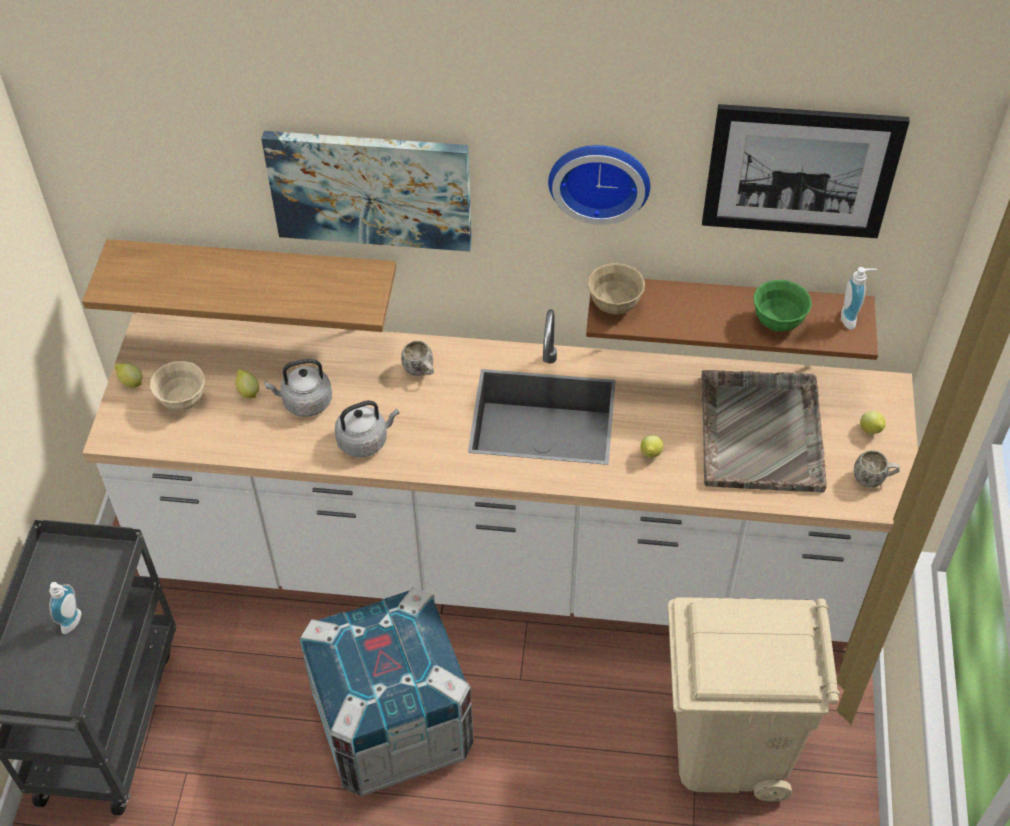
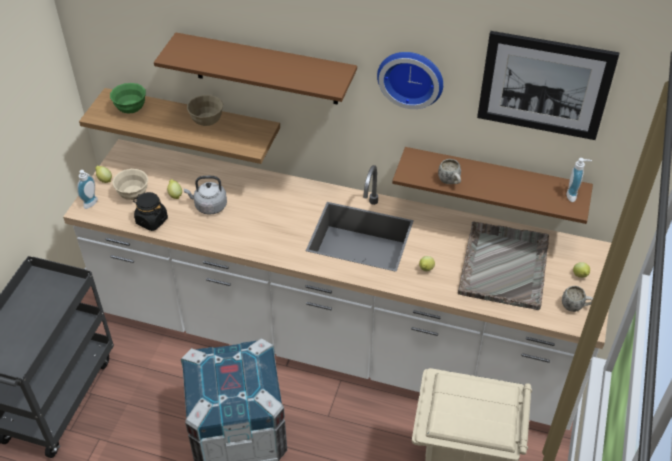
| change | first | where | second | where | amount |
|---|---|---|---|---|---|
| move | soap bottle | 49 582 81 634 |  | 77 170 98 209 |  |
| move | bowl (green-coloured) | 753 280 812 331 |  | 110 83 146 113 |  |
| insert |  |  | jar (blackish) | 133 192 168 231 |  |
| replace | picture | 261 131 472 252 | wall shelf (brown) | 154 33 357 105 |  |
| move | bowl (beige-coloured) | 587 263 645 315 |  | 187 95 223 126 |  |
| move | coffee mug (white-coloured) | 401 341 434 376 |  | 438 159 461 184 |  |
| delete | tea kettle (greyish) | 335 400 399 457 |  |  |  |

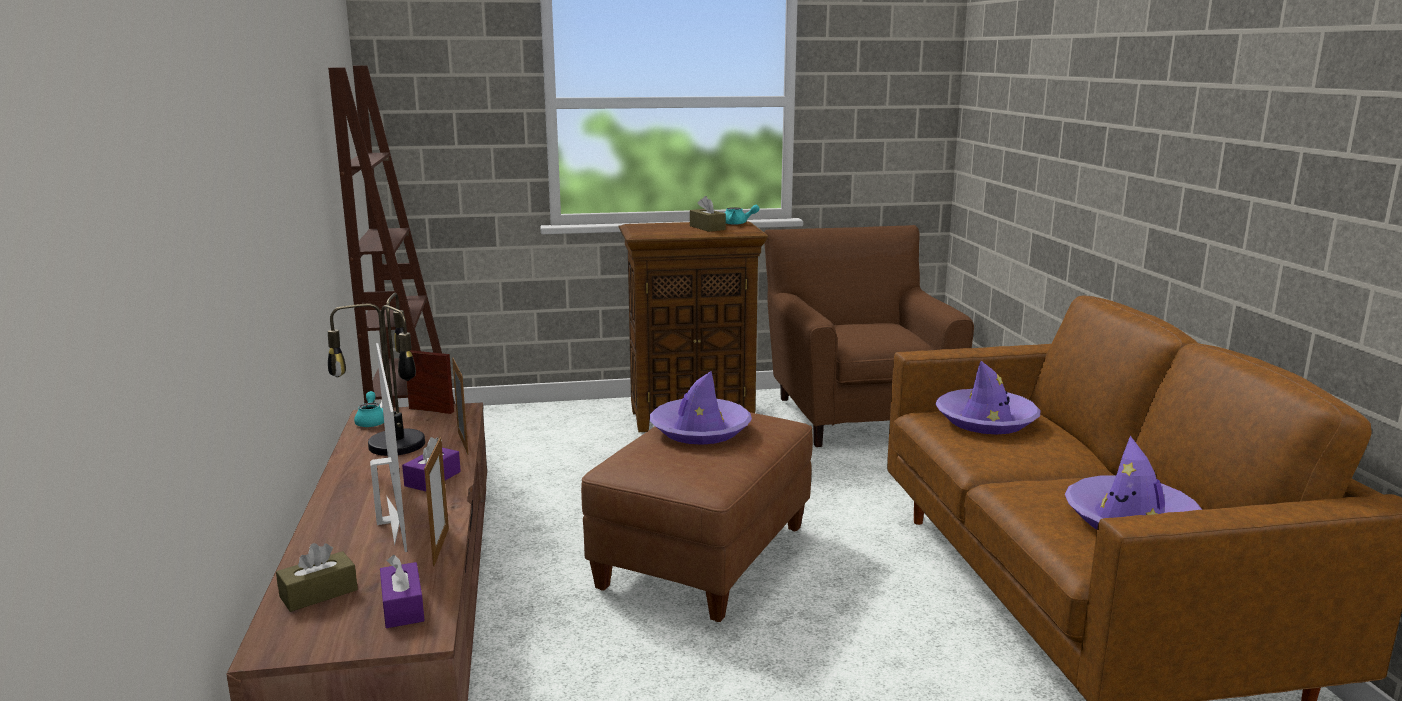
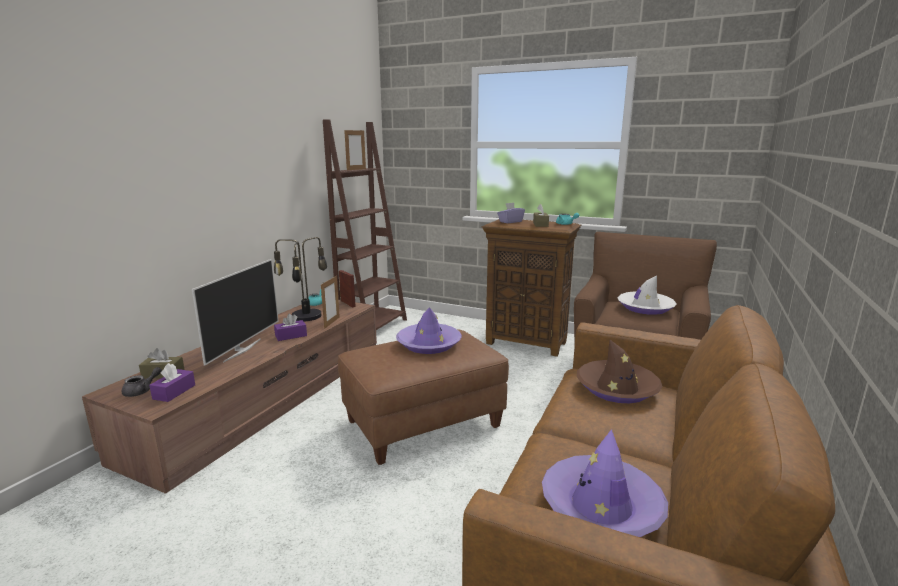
| change | first | where | second | where | amount |
|---|---|---|---|---|---|
| insert |  |  | pot for tea (greyish) | 122 367 162 397 |  |
| move | standing frame | 424 437 449 566 |  | 344 129 366 170 |  |
| insert |  |  | tissue box (purple-coloured) | 497 202 525 223 |  |
| recolor | clothing hat (purple-coloured) | 935 361 1041 434 | clothing hat (brown) | 577 340 663 403 |  |
| insert |  |  | clothing hat (white-coloured) | 617 275 677 315 |  |

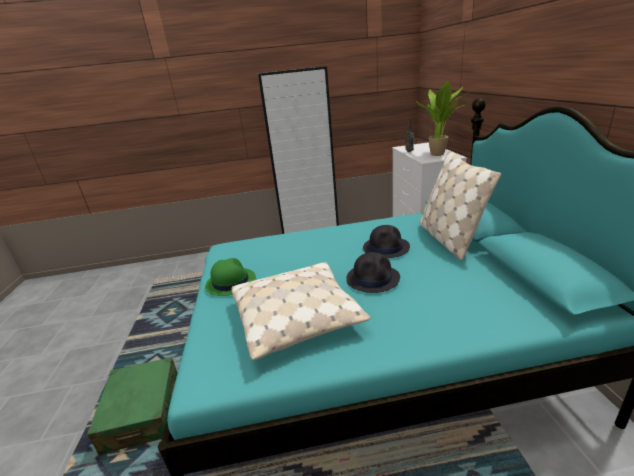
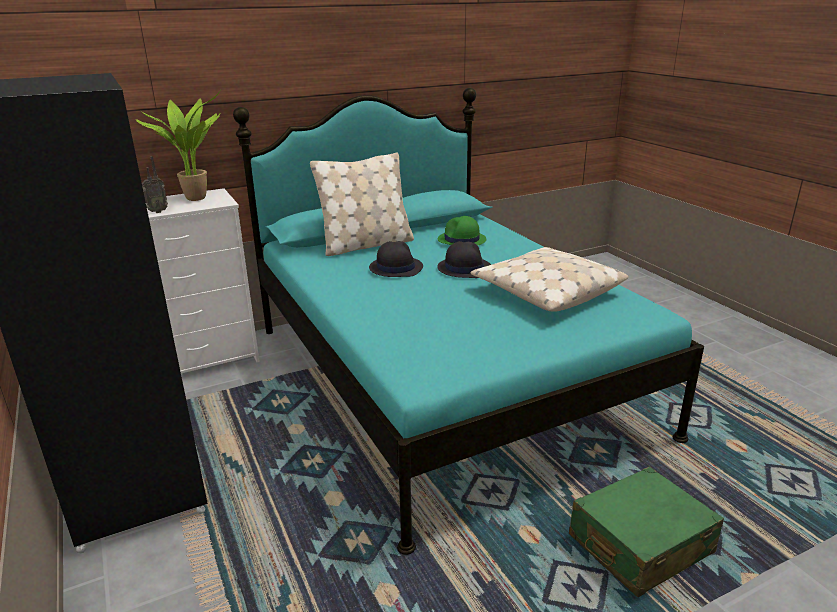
| change | first | where | second | where | amount |
|---|---|---|---|---|---|
| move | clothing hat (green-coloured) | 205 258 256 296 |  | 438 216 486 246 |  |

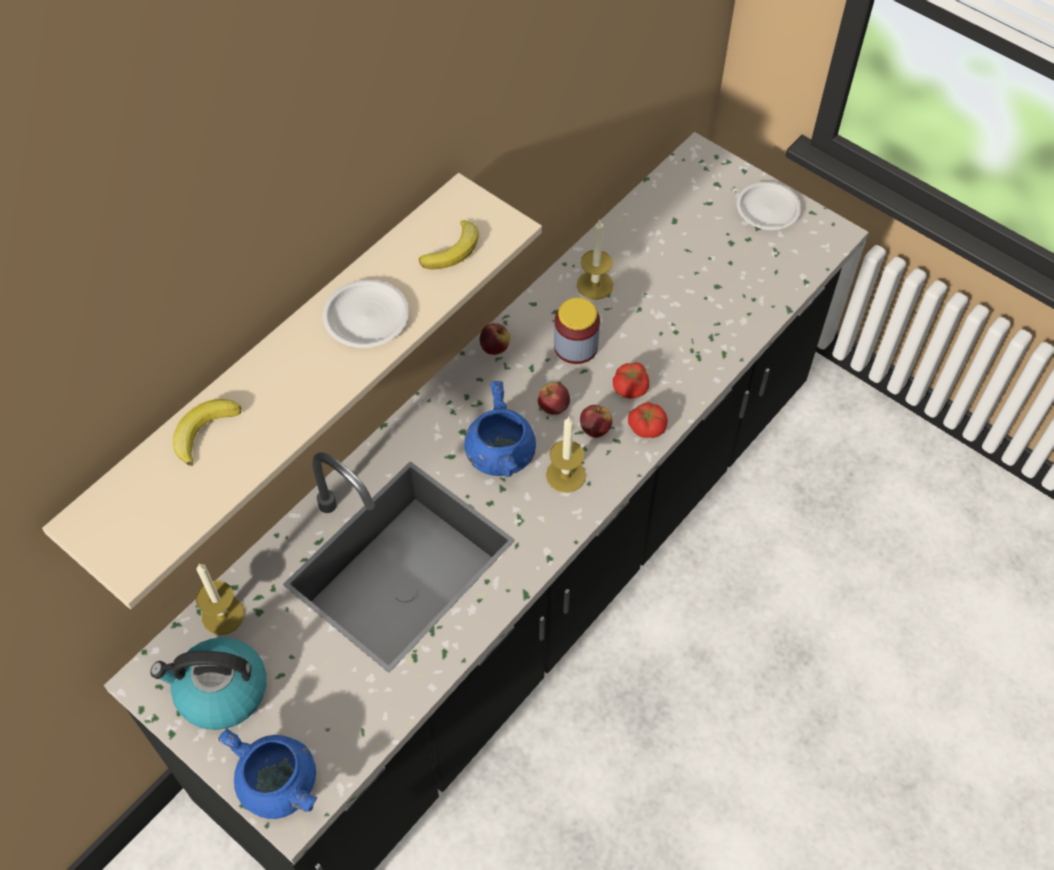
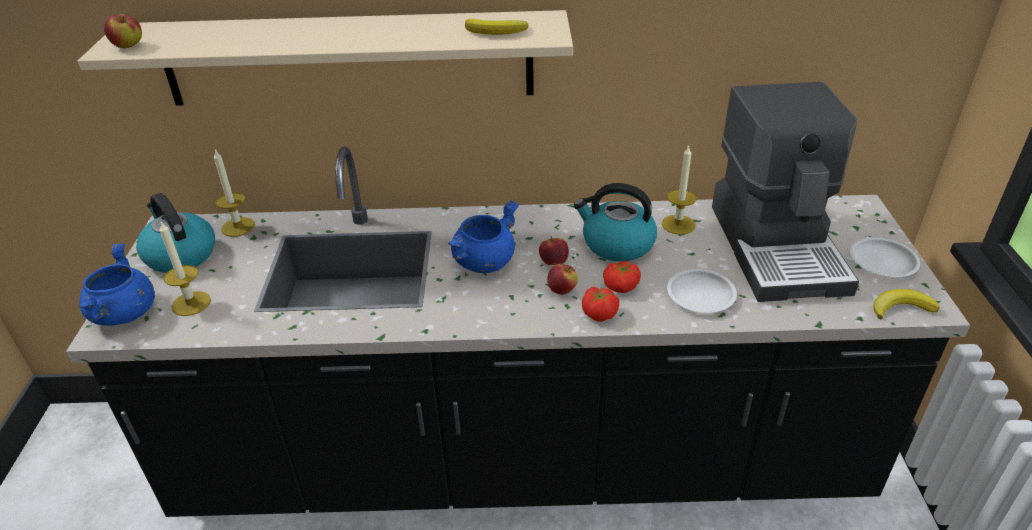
| change | first | where | second | where | amount |
|---|---|---|---|---|---|
| move | apple fruit | 480 323 511 355 |  | 104 14 142 48 |  |
| move | candle | 546 417 586 493 |  | 159 222 211 316 |  |
| replace | jar | 554 298 600 364 | tea kettle | 574 183 657 262 |  |
| move | plate (white-coloured) | 323 279 409 348 |  | 667 269 737 313 |  |
| insert |  |  | coffee maker | 712 82 859 302 |  |
| move | whole banana | 173 399 241 466 |  | 873 289 940 320 |  |

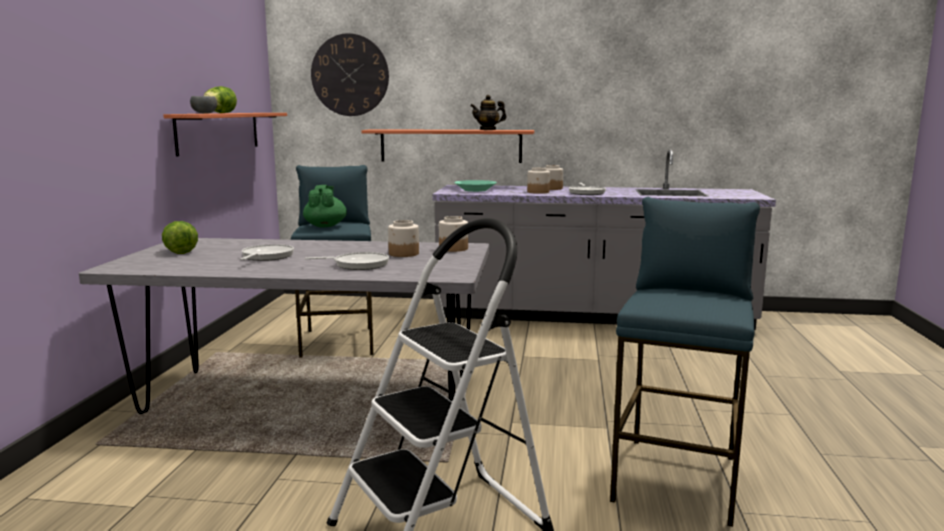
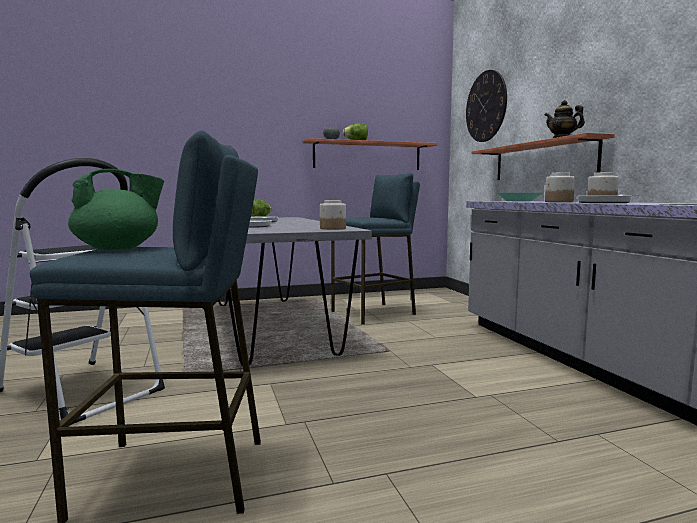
| change | first | where | second | where | amount |
|---|---|---|---|---|---|
| move | pot for tea (green-coloured) | 303 185 347 228 |  | 68 169 164 250 |  |
| delete | jar | 388 220 419 257 |  |  |  |

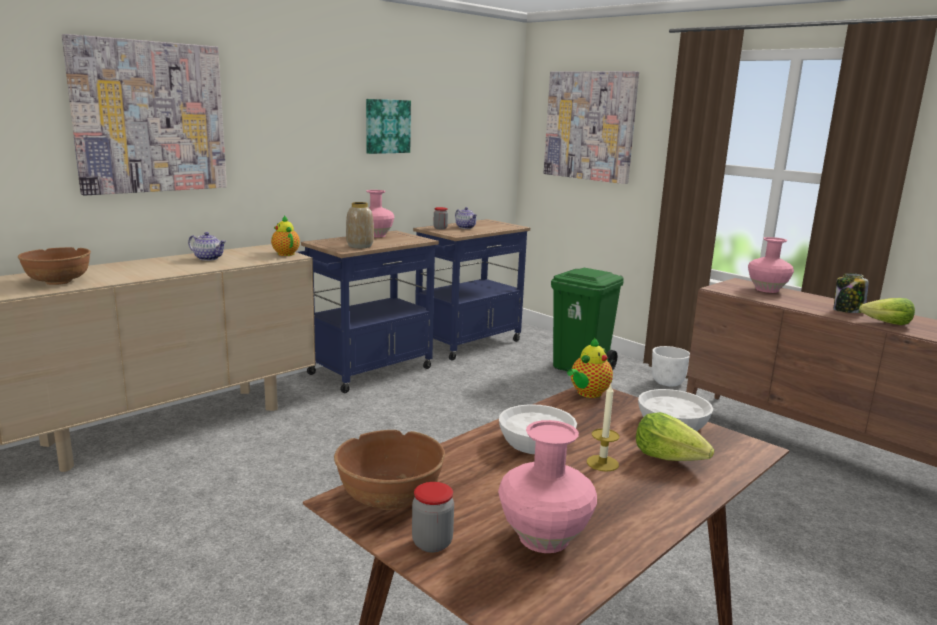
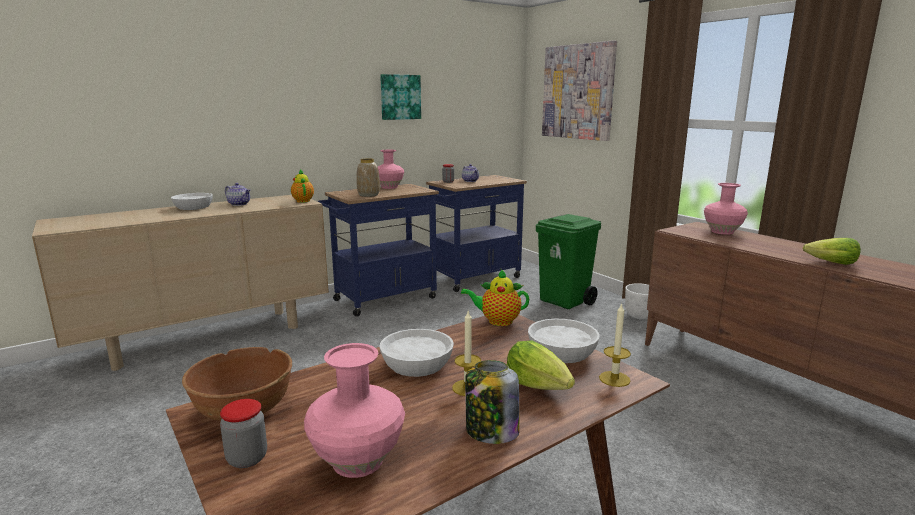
| change | first | where | second | where | amount |
|---|---|---|---|---|---|
| insert |  |  | bowl (white-coloured) | 171 193 213 210 |  |
| rotate | pot for tea | 567 338 613 398 |  | 461 269 529 326 | 45 degrees clockwise |
| move | jar | 834 273 868 313 |  | 465 360 519 444 |  |
| insert |  |  | candle | 599 303 631 387 |  |
| delete | bowl (brown) | 18 247 91 285 |  |  |  |
| delete | picture | 62 34 227 196 |  |  |  |

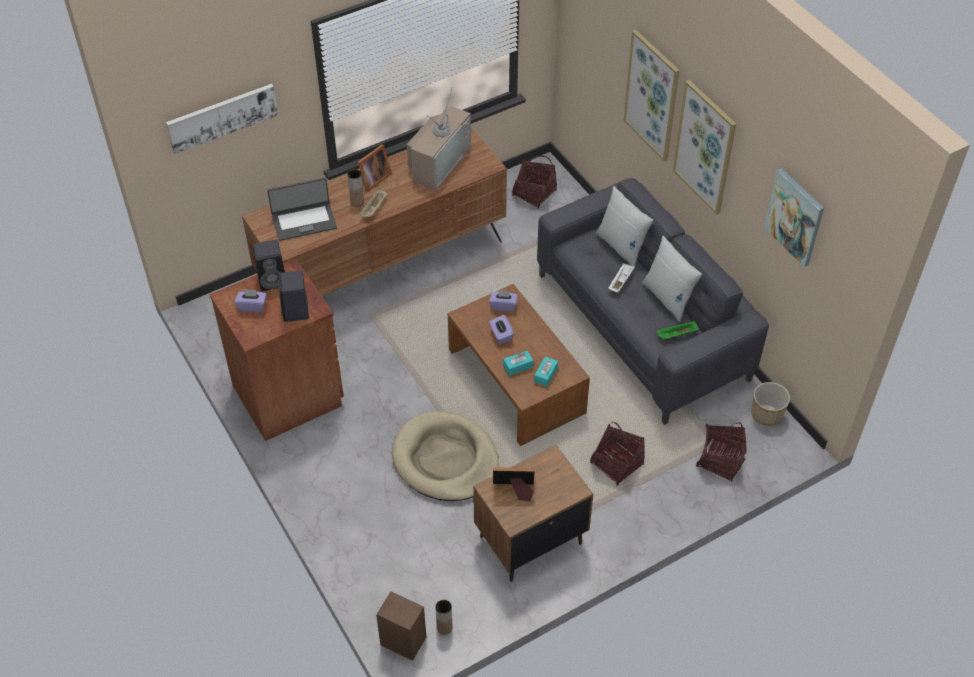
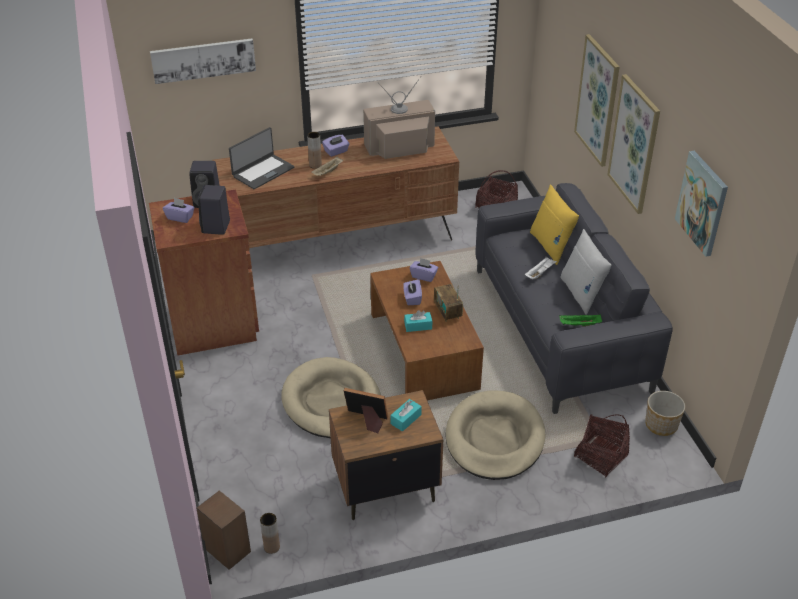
| change | first | where | second | where | amount |
|---|---|---|---|---|---|
| rotate | notebook computer | 267 178 337 241 |  | 229 127 294 189 | 45 degrees counterclockwise |
| replace | standing frame | 357 144 392 192 | tissue box (purple-coloured) | 322 135 349 157 |  |
| rotate | TV set | 407 88 471 190 |  | 363 77 435 159 | 150 degrees counterclockwise |
| move | tissue box (blue-green) | 534 356 558 387 |  | 390 399 422 432 |  |
| insert |  |  | radio | 434 284 463 322 |  |
| replace | household basket | 590 421 645 486 | pet bed (beige-coloured) | 446 390 545 480 |  |
| recolor | pillow (greyish) | 596 186 653 266 | pillow (yellow-coloured) | 530 184 579 265 |  |

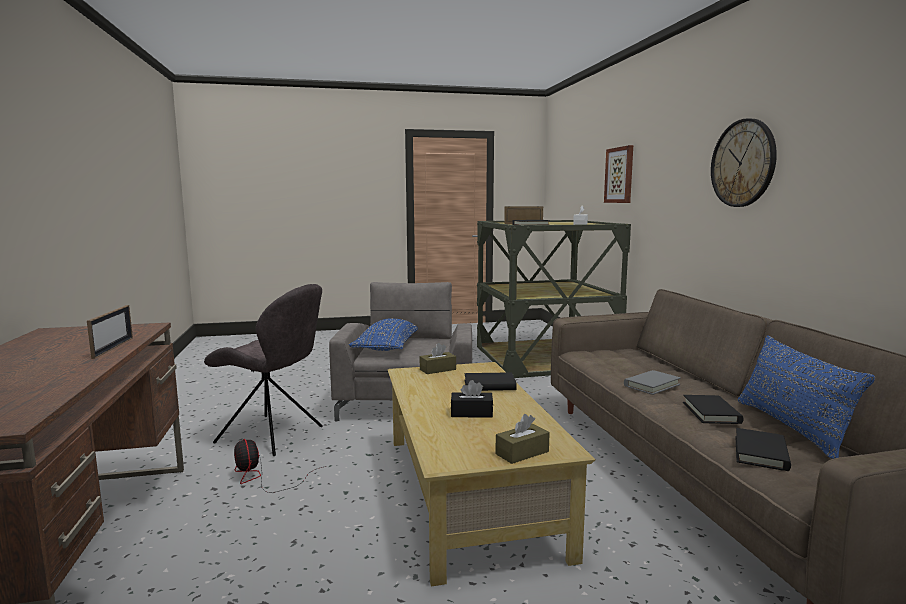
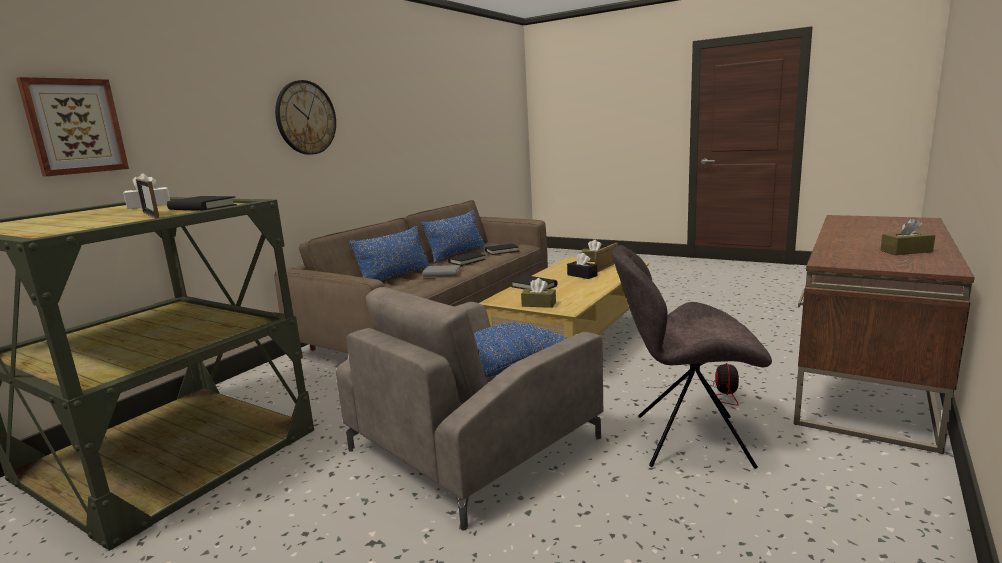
| change | first | where | second | where | amount |
|---|---|---|---|---|---|
| insert |  |  | pillow (bluish) | 349 226 430 281 |  |
| move | standing frame | 87 305 133 359 |  | 594 243 618 272 |  |
| rotate | chair (greyish) | 204 284 323 456 |  | 612 245 772 469 | 60 degrees counterclockwise |
| insert |  |  | tissue box (brown) | 880 218 935 255 |  |

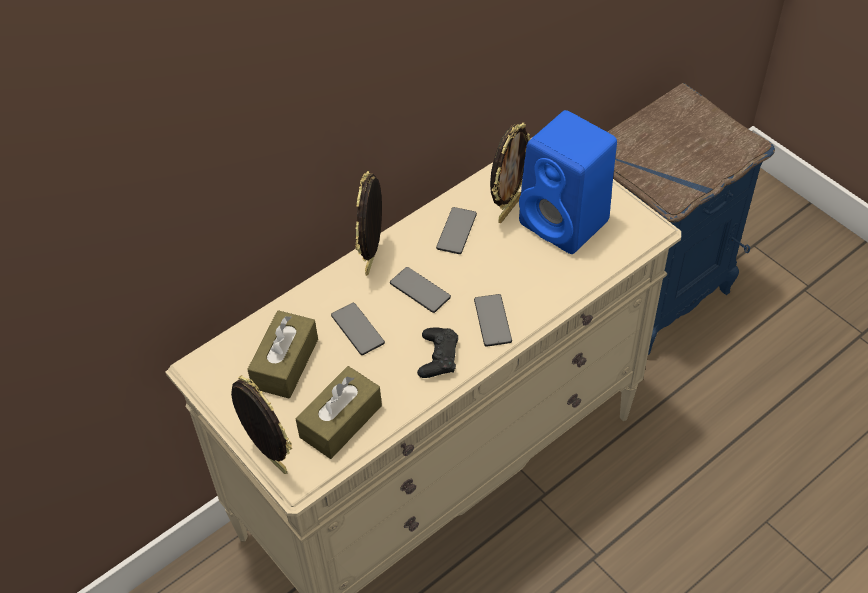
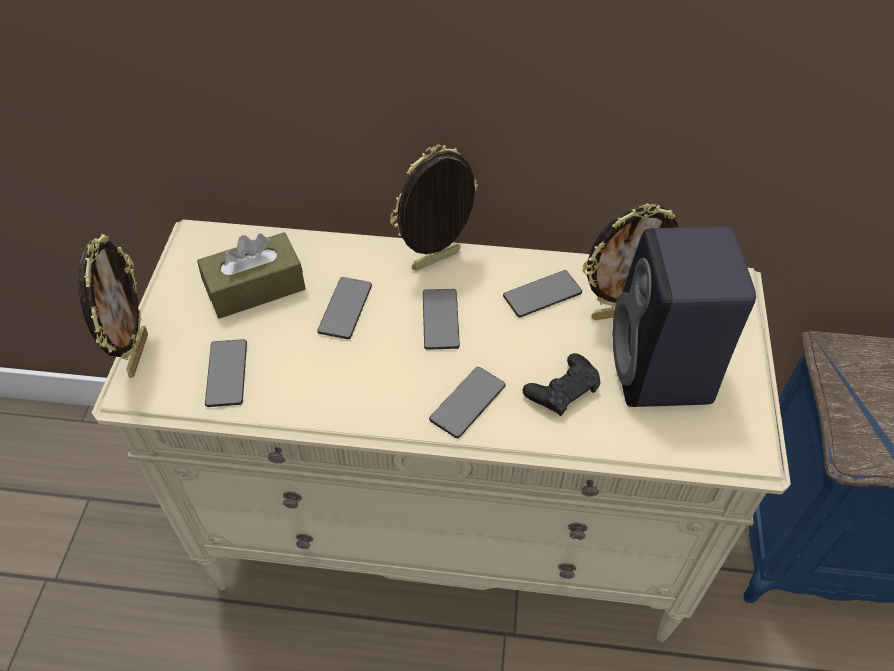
| change | first | where | second | where | amount |
|---|---|---|---|---|---|
| replace | tissue box (brown) | 296 366 382 459 | phone | 205 339 247 407 |  |
| move | gamepad (blackish) | 417 327 458 378 |  | 523 353 601 416 |  |
| recolor | loudspeaker (bluish) | 519 110 617 254 | loudspeaker (blackish) | 612 226 756 407 |  |

